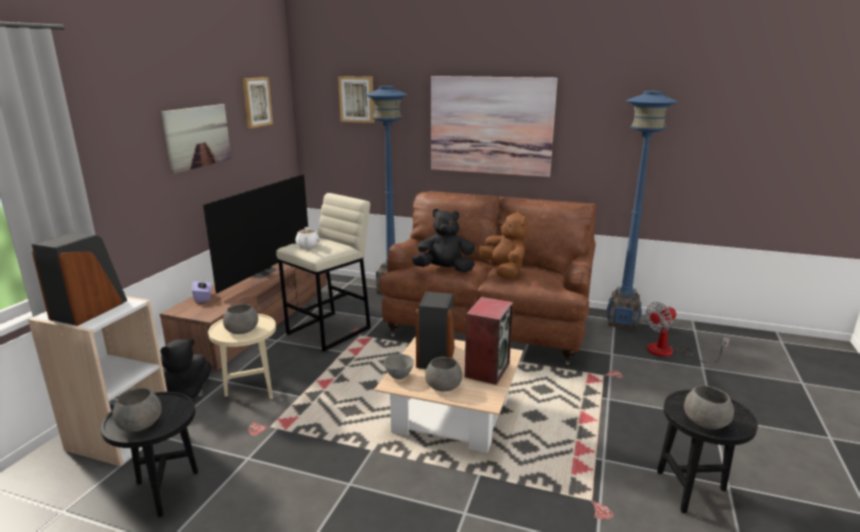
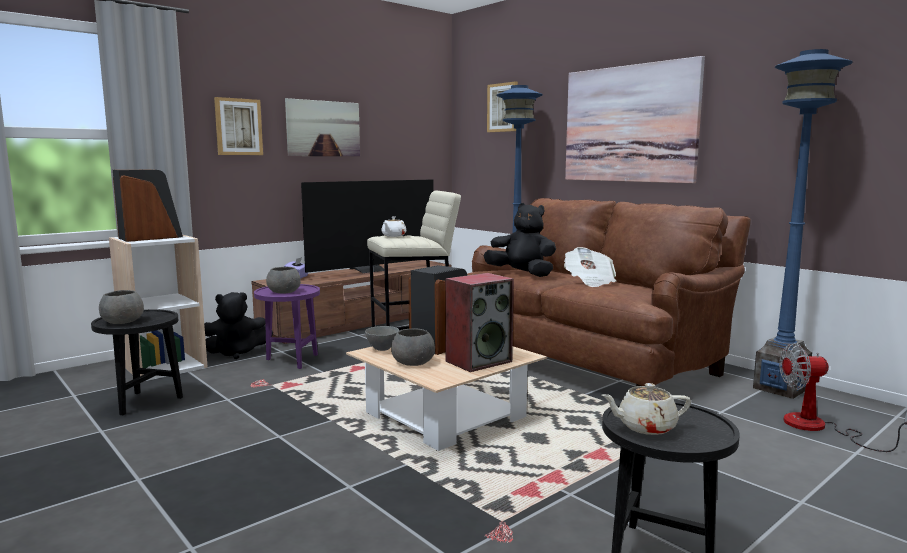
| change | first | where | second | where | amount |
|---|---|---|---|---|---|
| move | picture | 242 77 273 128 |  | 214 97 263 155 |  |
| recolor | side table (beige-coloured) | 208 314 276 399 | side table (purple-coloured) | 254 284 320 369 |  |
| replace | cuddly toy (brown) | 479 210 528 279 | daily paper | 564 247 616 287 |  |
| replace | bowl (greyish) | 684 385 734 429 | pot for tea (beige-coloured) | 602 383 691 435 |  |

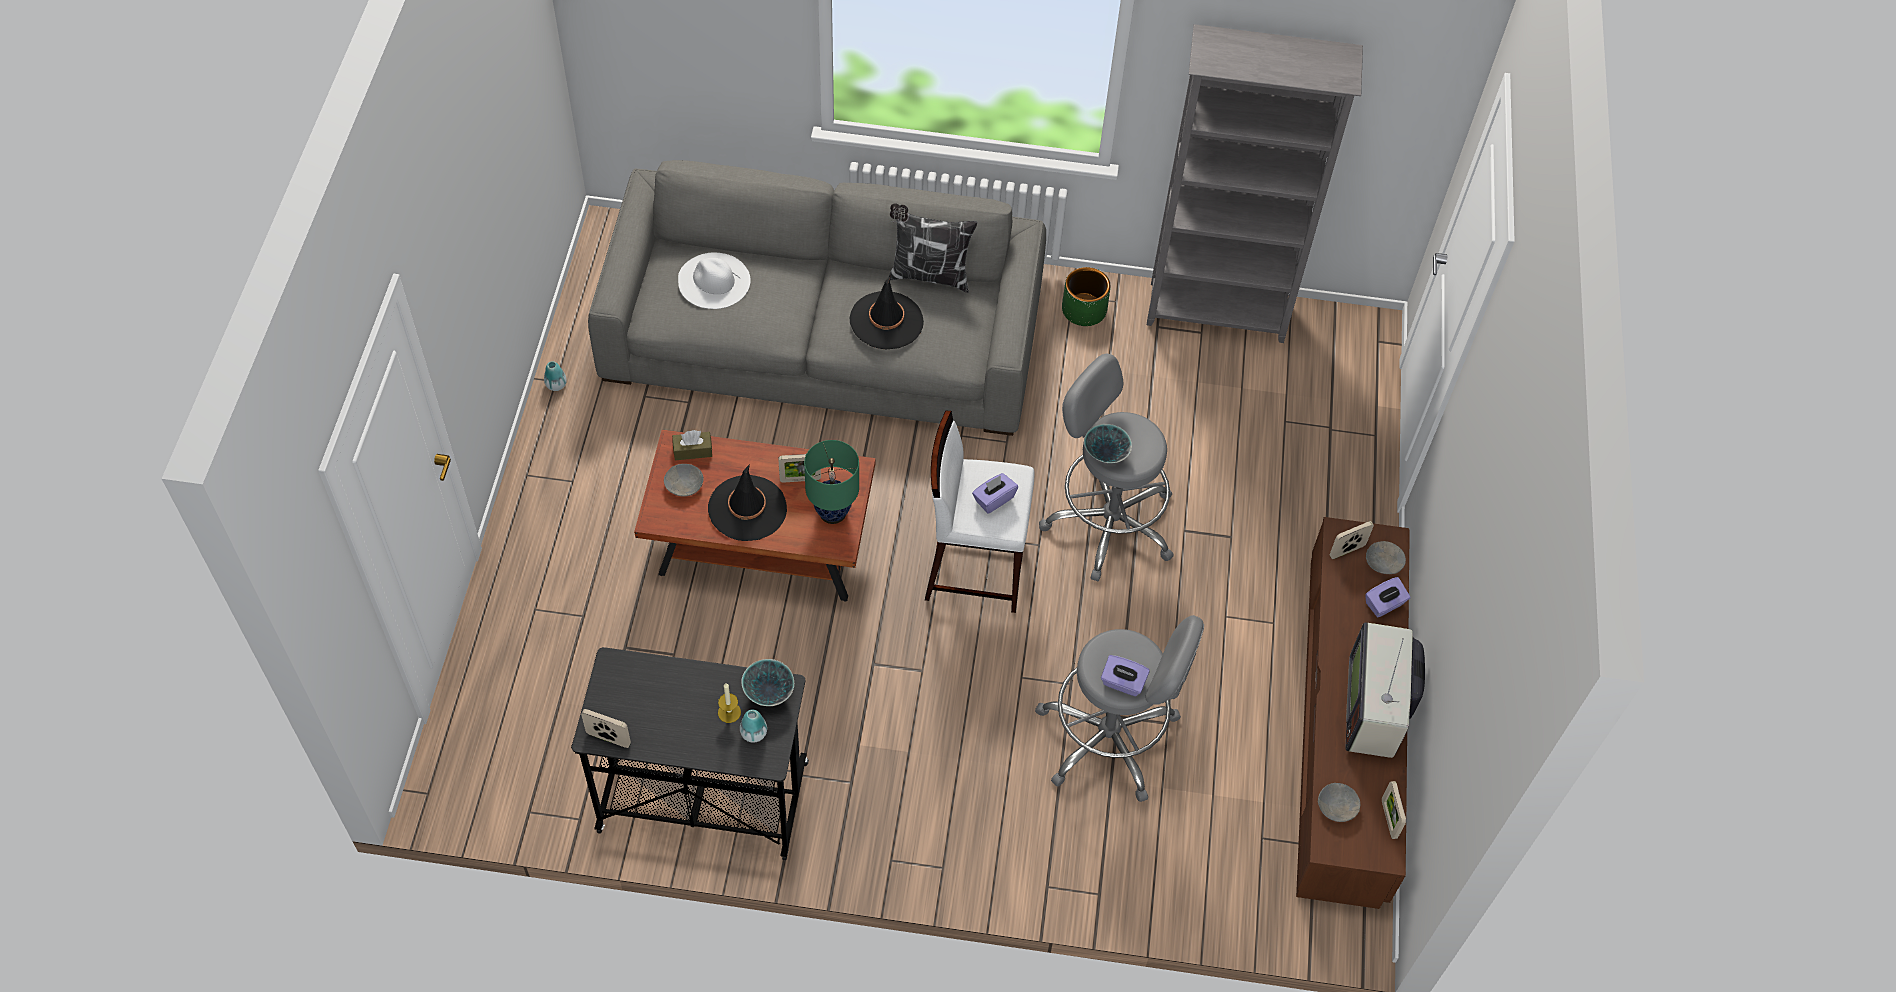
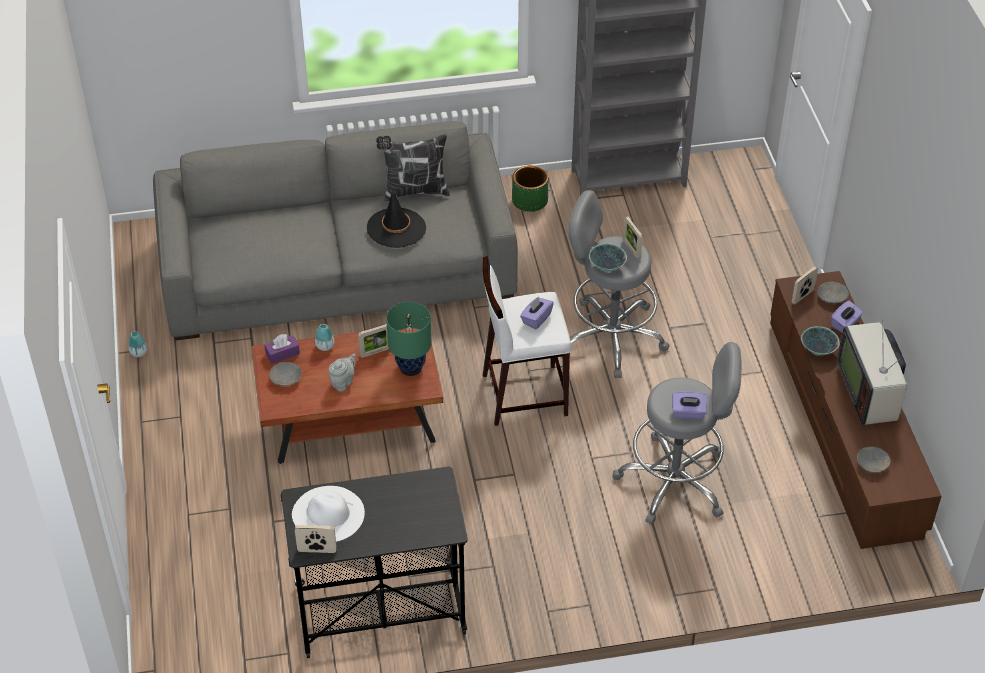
| change | first | where | second | where | amount |
|---|---|---|---|---|---|
| recolor | tissue box (brown) | 672 430 712 460 | tissue box (purple-coloured) | 264 334 300 364 |  |
| move | clothing hat (white-coloured) | 678 253 751 309 |  | 292 486 365 542 |  |
| move | flower vase | 740 710 767 742 |  | 315 324 334 351 |  |
| replace | clothing hat (blackish) | 708 464 787 541 | pot for tea (greyish) | 329 354 355 392 |  |
| move | standing frame | 1382 781 1406 839 |  | 623 216 643 259 |  |
| move | bowl | 741 659 794 706 |  | 801 326 840 356 |  |
| delete | candle | 718 683 741 723 |  |  |  |

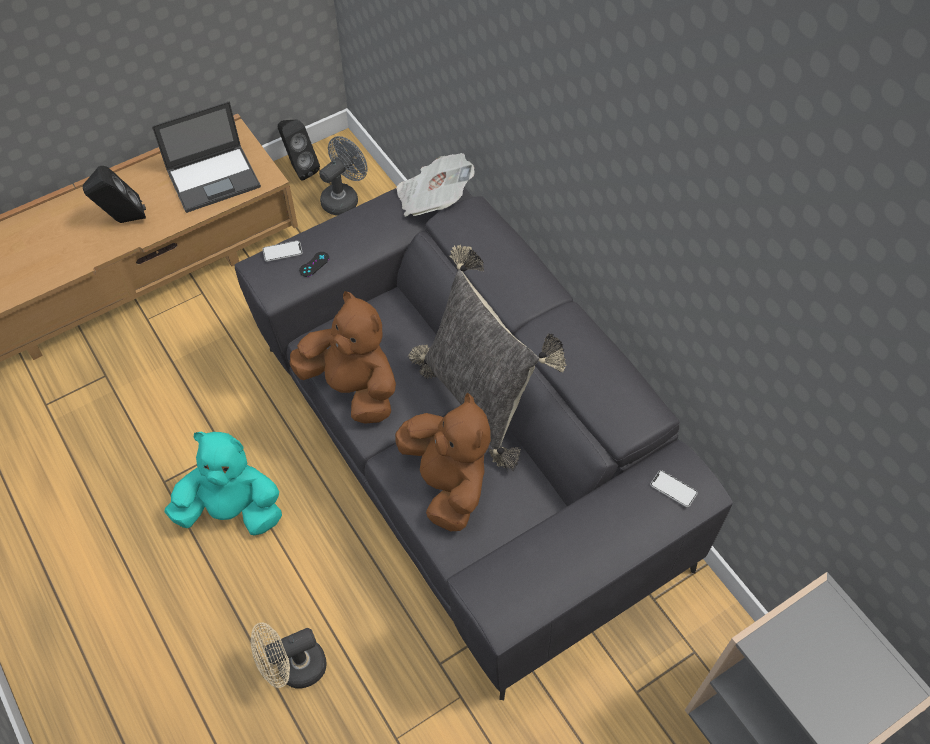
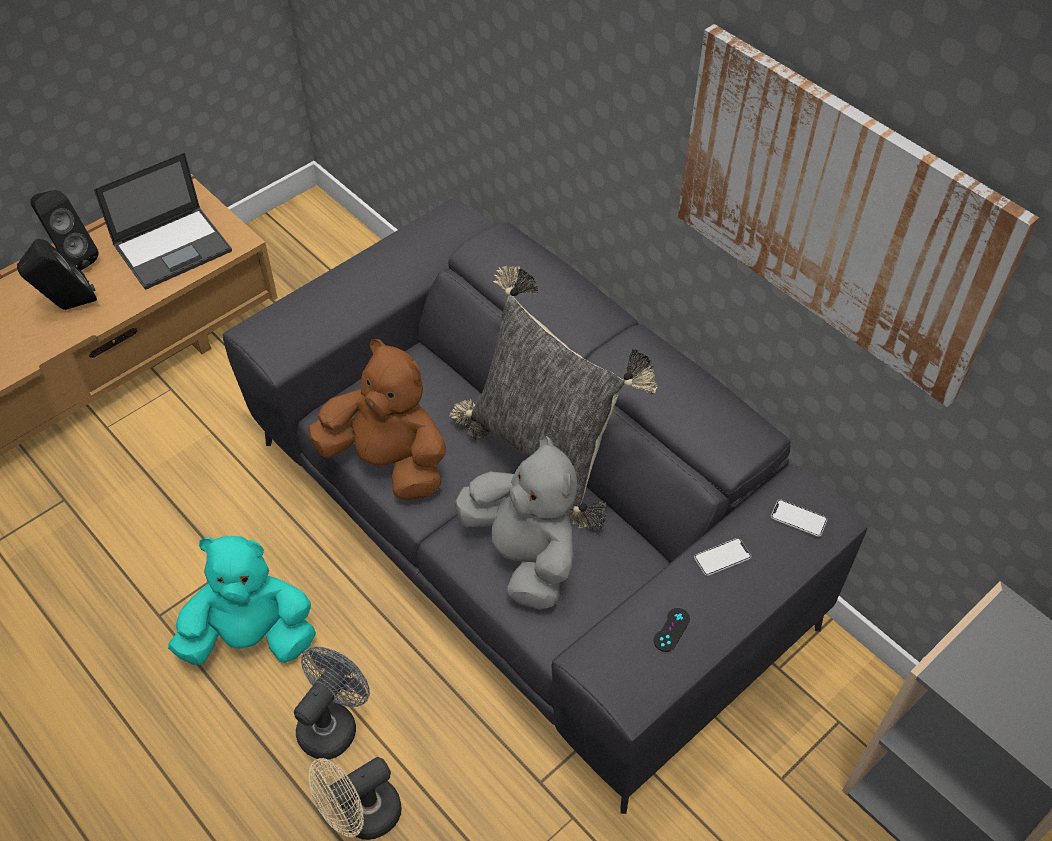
| change | first | where | second | where | amount |
|---|---|---|---|---|---|
| move | loudspeaker (blackish) | 278 120 320 181 |  | 31 190 99 271 |  |
| move | cooling fan (greyish) | 319 136 368 215 |  | 294 647 370 759 |  |
| recolor | cuddly toy (brown) | 395 392 491 531 | cuddly toy (greyish) | 455 434 578 610 |  |
| move | gamepad (blackish) | 299 252 330 277 |  | 654 608 690 652 |  |
| insert |  |  | picture | 678 24 1039 407 |  |
| move | phone | 262 240 303 262 |  | 694 538 751 576 |  |
| delete | daily paper | 396 153 475 217 |  |  |  |

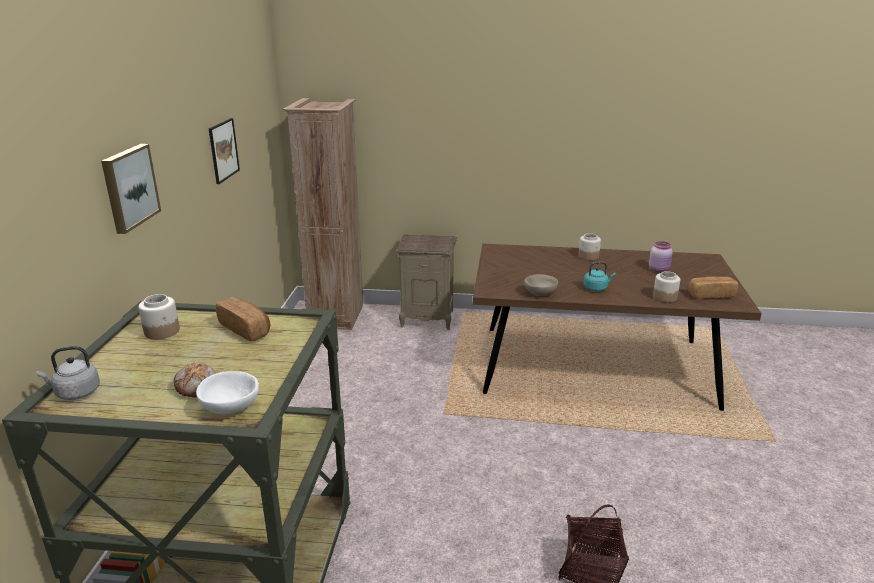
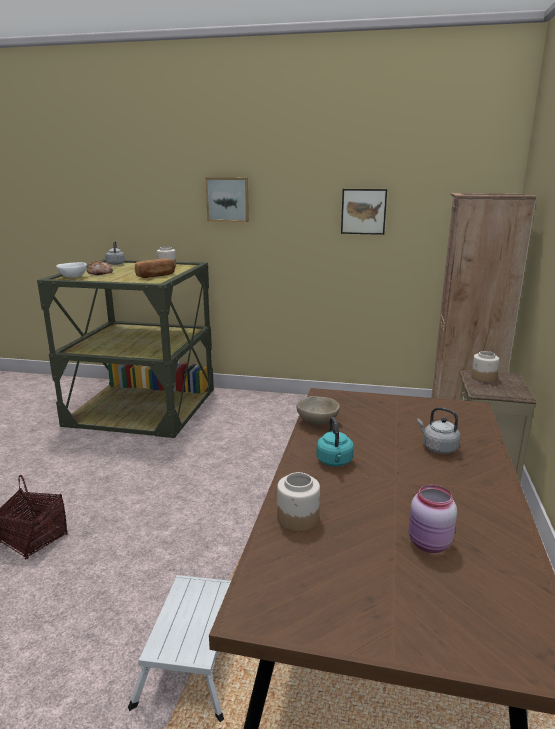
| change | first | where | second | where | amount |
|---|---|---|---|---|---|
| insert |  |  | step ladder (white-coloured) | 128 575 231 722 |  |
| insert |  |  | tea kettle (greyish) | 417 407 461 454 |  |
| move | jar | 578 233 601 260 |  | 471 351 499 382 |  |
| delete | bakery bread | 687 276 738 299 |  |  |  |

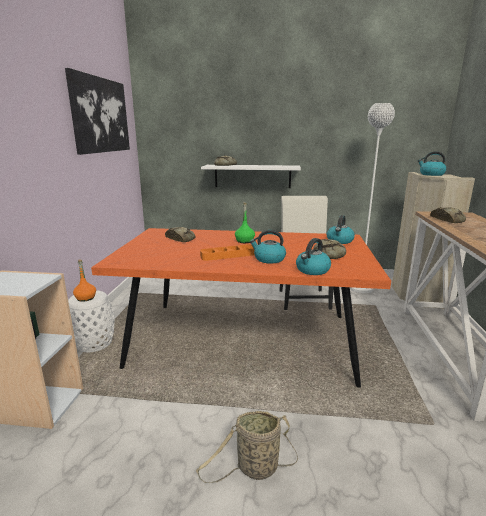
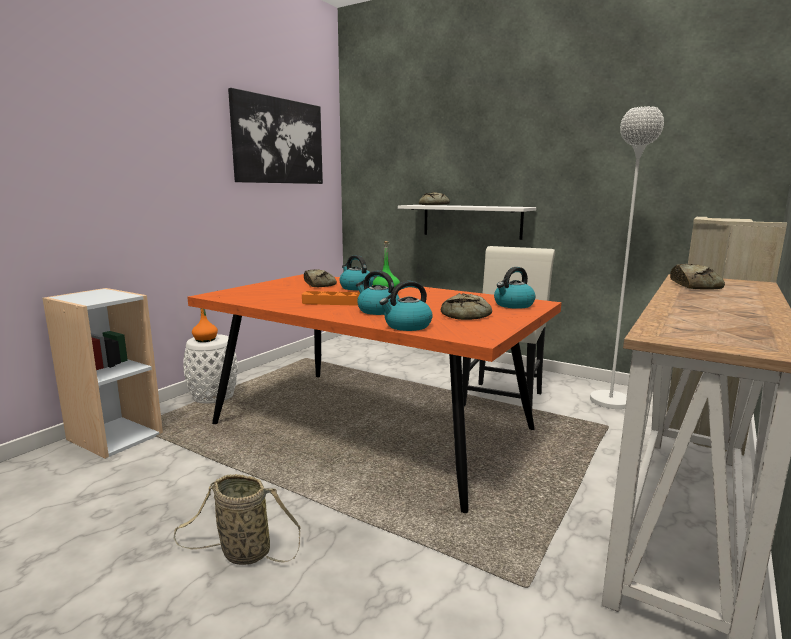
| change | first | where | second | where | amount |
|---|---|---|---|---|---|
| move | tea kettle | 418 151 447 176 |  | 339 255 374 290 |  |

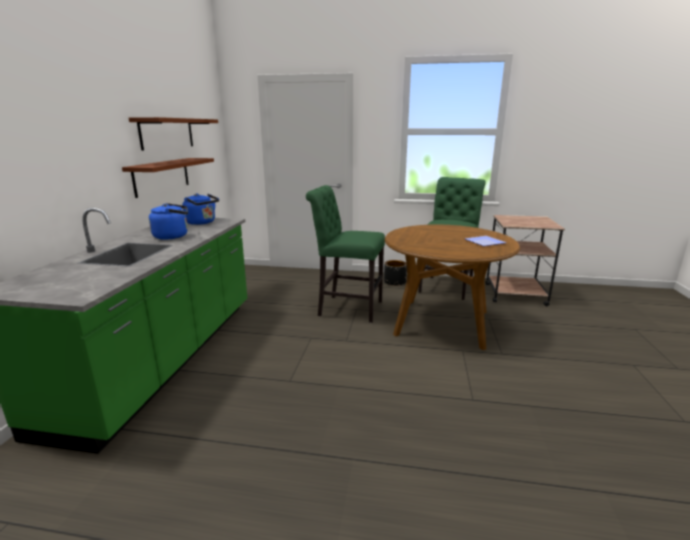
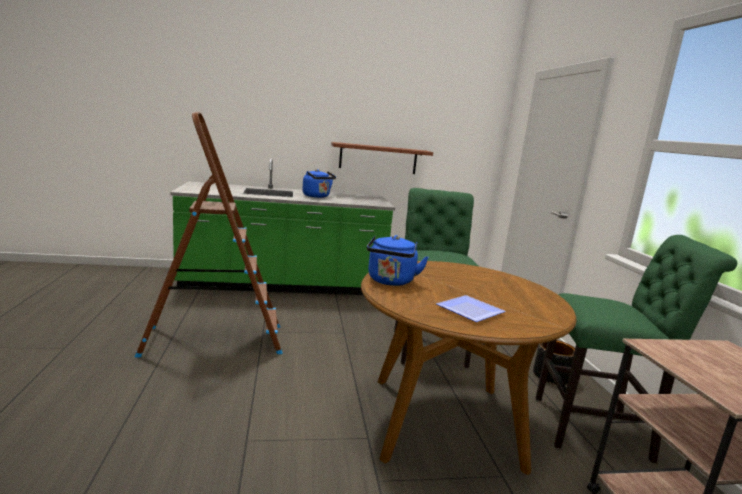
| change | first | where | second | where | amount |
|---|---|---|---|---|---|
| insert |  |  | step ladder (brown) | 135 112 283 358 |  |
| move | tea kettle (bluish) | 182 194 219 225 |  | 367 235 429 286 |  |
| delete | wall shelf (brown) | 129 117 218 151 |  |  |  |

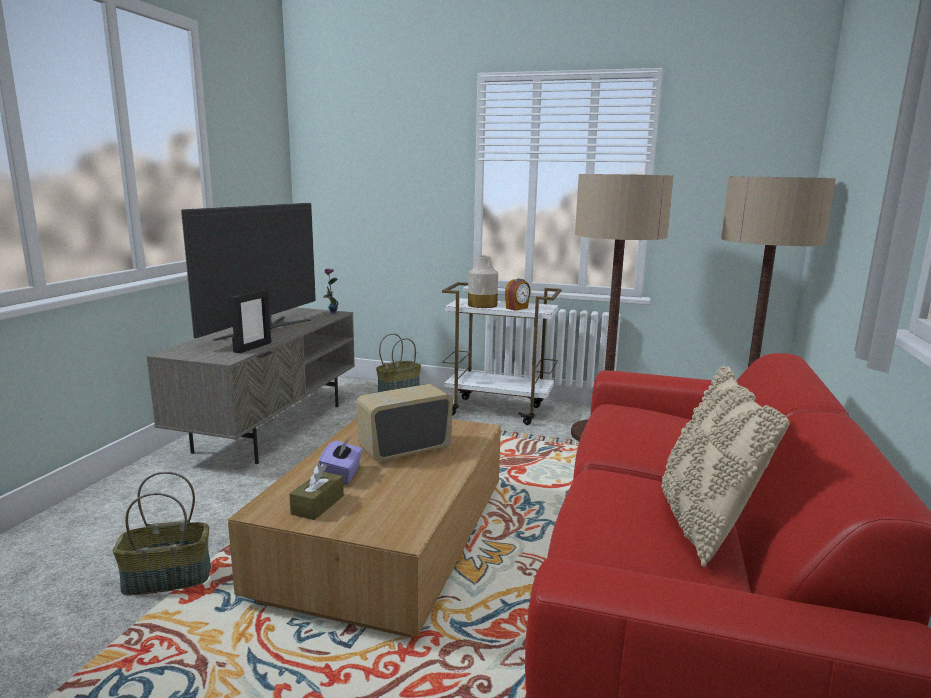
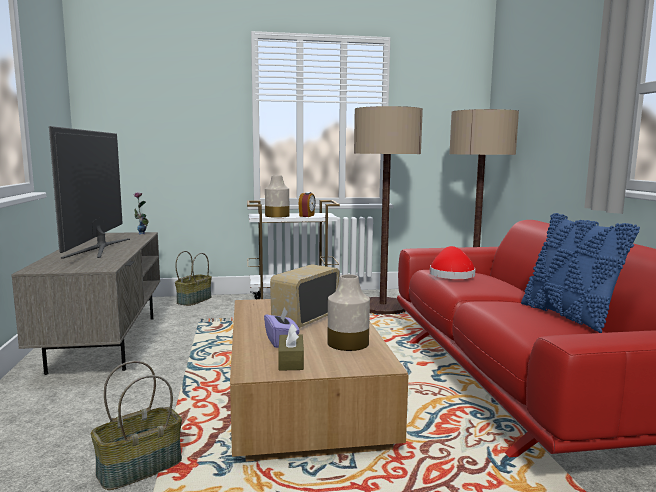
| change | first | where | second | where | amount |
|---|---|---|---|---|---|
| insert |  |  | flower vase (beige-coloured) | 327 274 370 351 |  |
| insert |  |  | clothing hat (reddish) | 430 246 475 279 |  |
| recolor | pillow (beige-coloured) | 661 366 790 567 | pillow (bluish) | 521 213 640 333 |  |
| delete | standing frame | 231 290 271 353 |  |  |  |

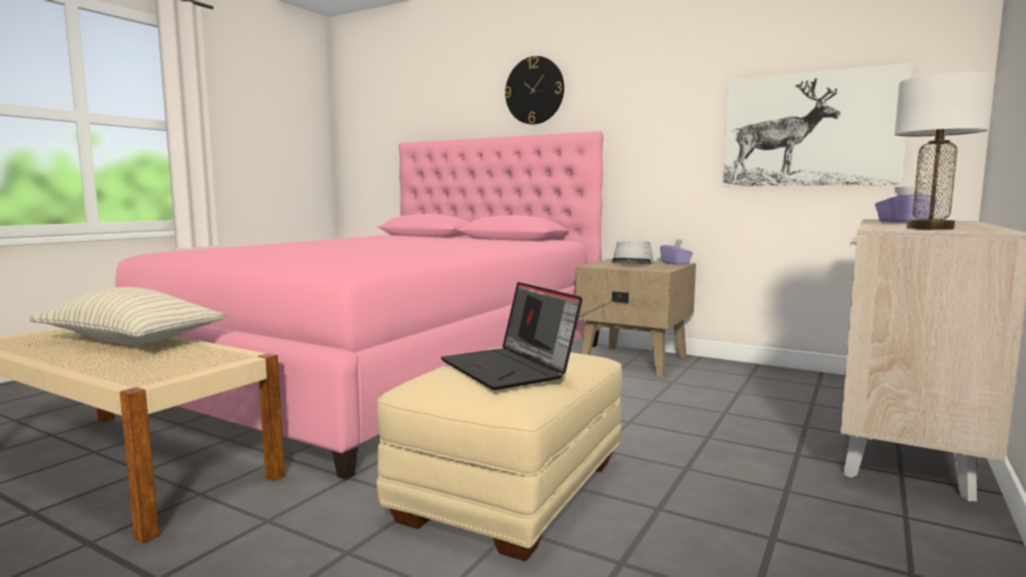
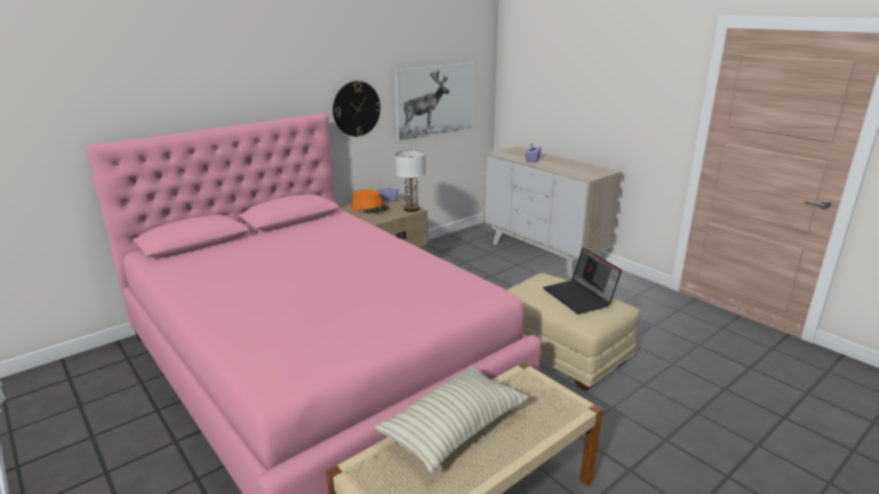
| change | first | where | second | where | amount |
|---|---|---|---|---|---|
| move | clock on the wall | 505 56 564 124 |  | 333 81 381 137 |  |
| recolor | clothing hat (greyish) | 611 241 654 264 | clothing hat (orange-coloured) | 351 189 389 214 |  |
| move | table lamp | 895 72 994 230 |  | 395 150 426 212 |  |
| rotate | notebook computer | 441 282 582 390 |  | 543 248 622 314 | 75 degrees clockwise |

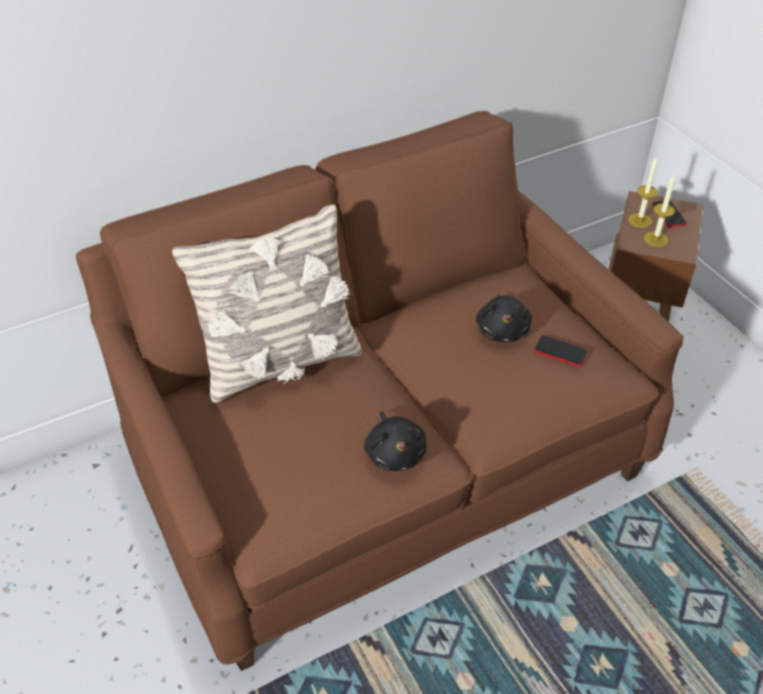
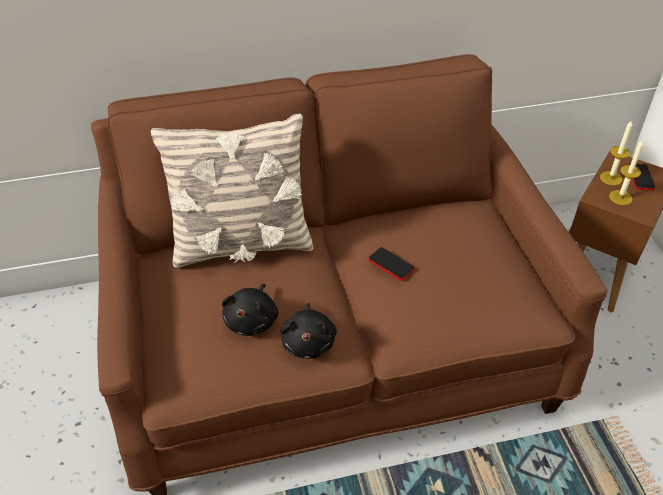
| change | first | where | second | where | amount |
|---|---|---|---|---|---|
| move | cuddly toy (blackish) | 476 295 532 342 |  | 222 284 279 336 |  |
| move | phone | 534 335 588 367 |  | 368 247 415 281 |  |

